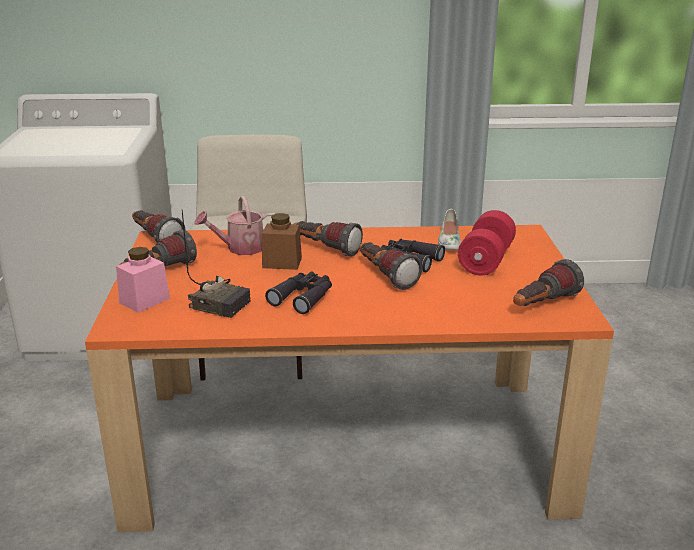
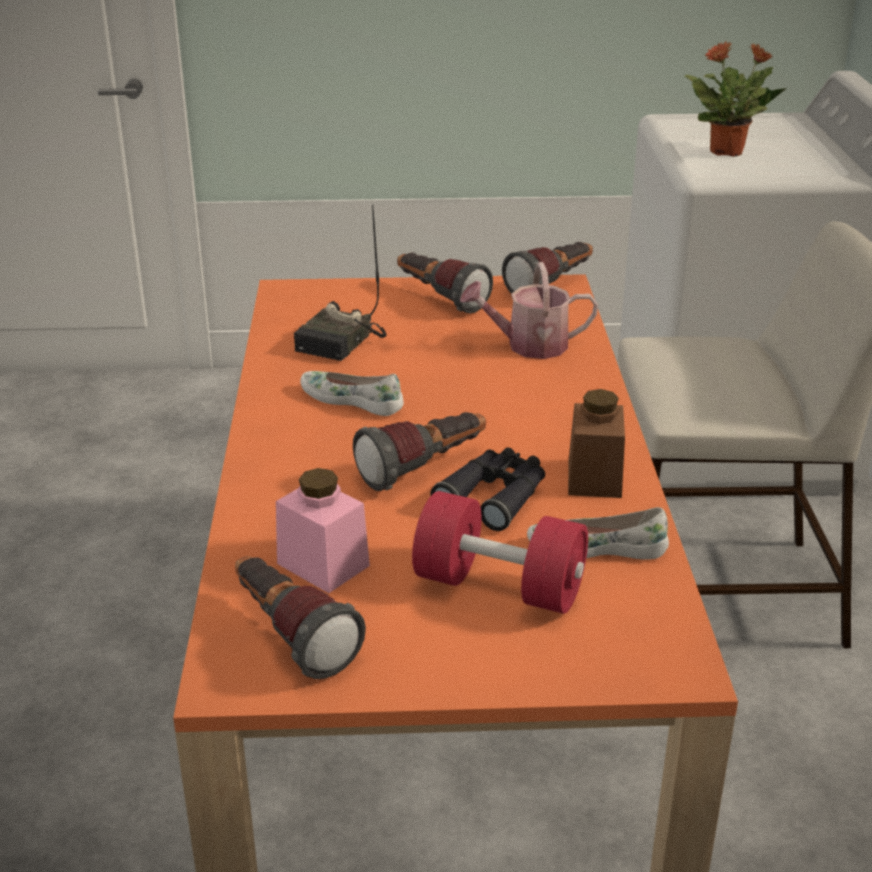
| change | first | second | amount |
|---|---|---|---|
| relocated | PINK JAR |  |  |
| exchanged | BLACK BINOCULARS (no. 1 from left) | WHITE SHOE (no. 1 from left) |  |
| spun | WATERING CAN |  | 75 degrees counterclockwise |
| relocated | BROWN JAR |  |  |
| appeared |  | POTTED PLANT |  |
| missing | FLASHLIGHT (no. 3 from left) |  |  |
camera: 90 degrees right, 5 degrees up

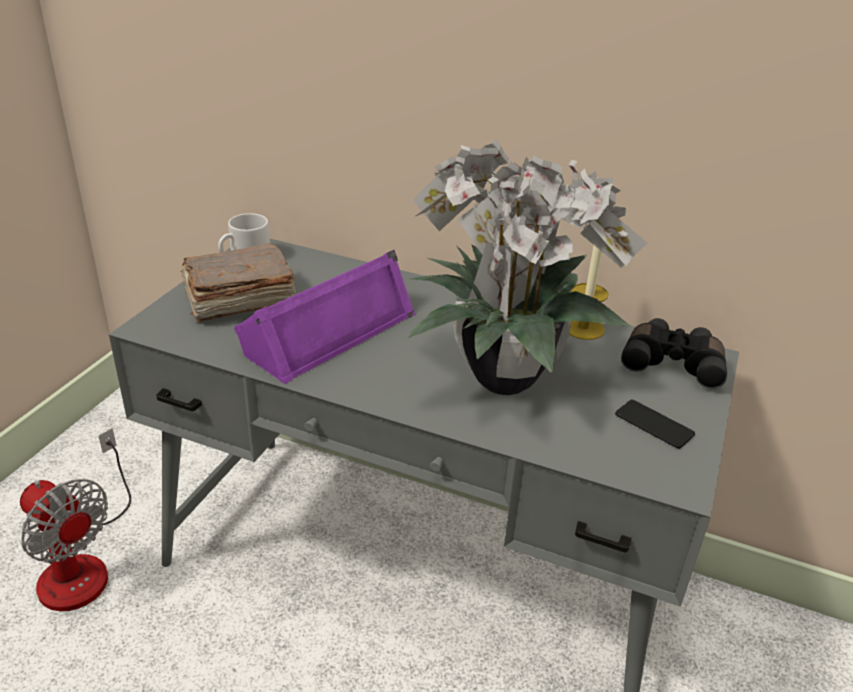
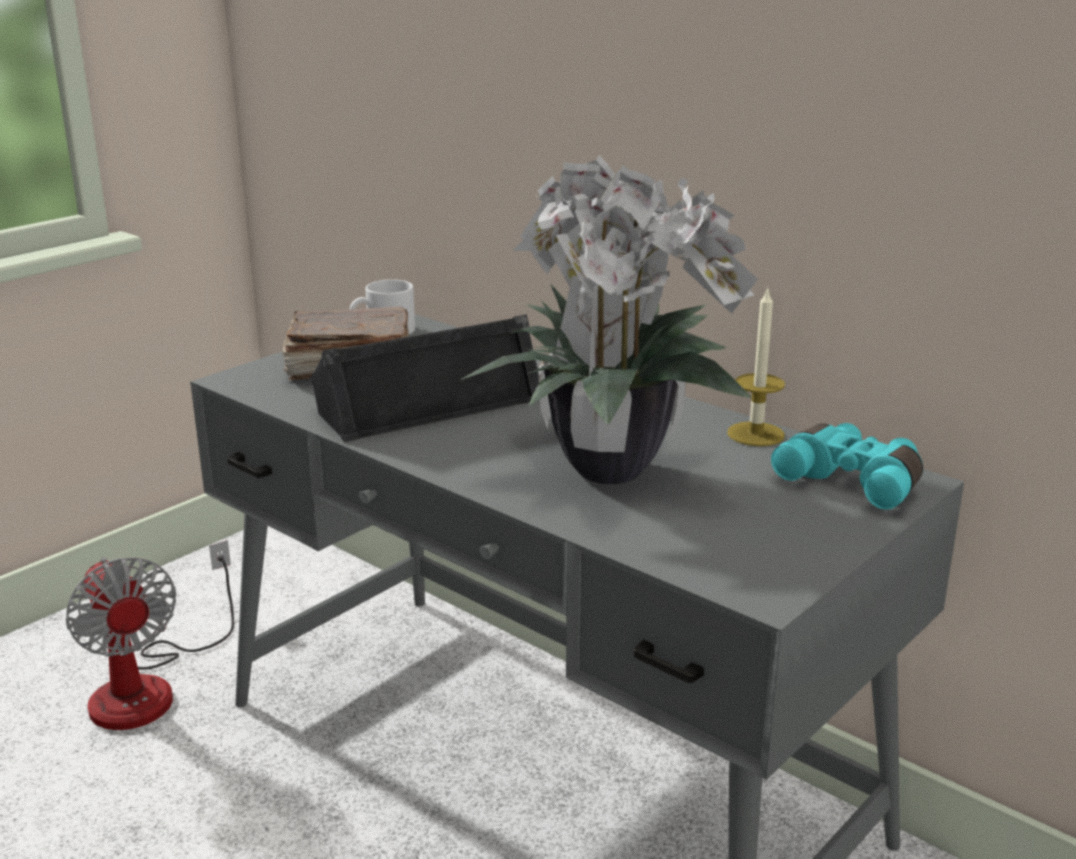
| change | first | second | amount |
|---|---|---|---|
| colour | PURPLE SPEAKER | BLACK SPEAKER |  |
| colour | BLACK BINOCULARS | TURQUOISE BINOCULARS |  |
| missing | PHONE |  |  |
camera: 20 degrees right, 10 degrees down

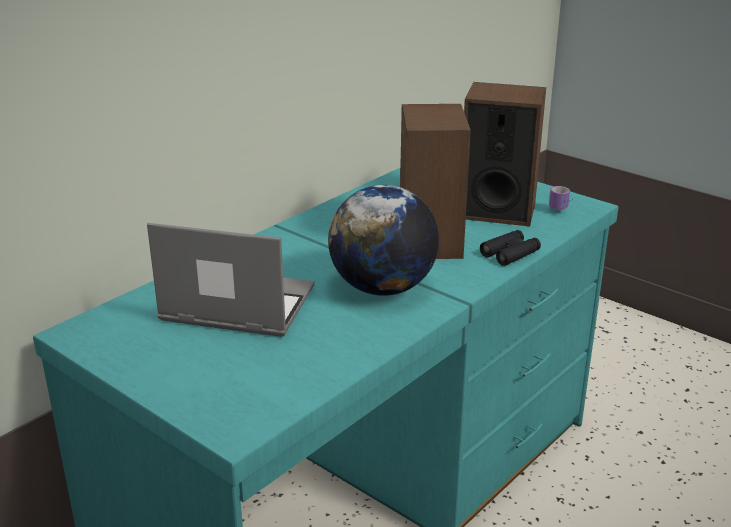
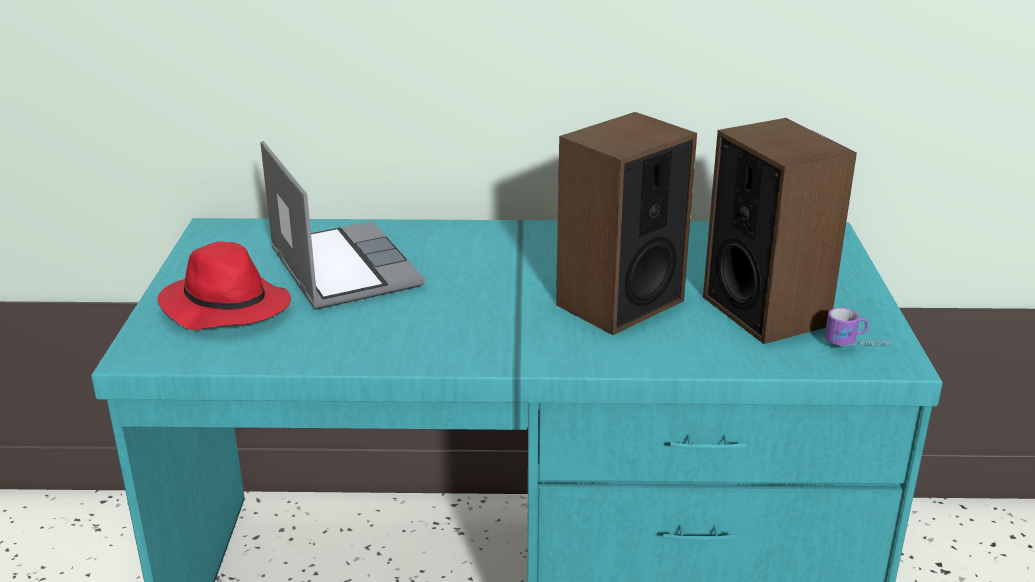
| change | first | second | amount |
|---|---|---|---|
| appeared |  | RED HAT |  |
| missing | GLOBE |  |  |
| missing | BLACK BINOCULARS |  |  |
camera: 50 degrees right, 0 degrees up

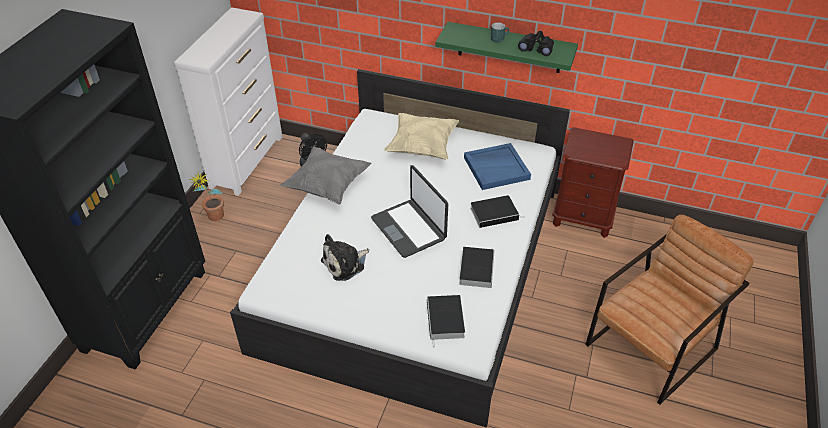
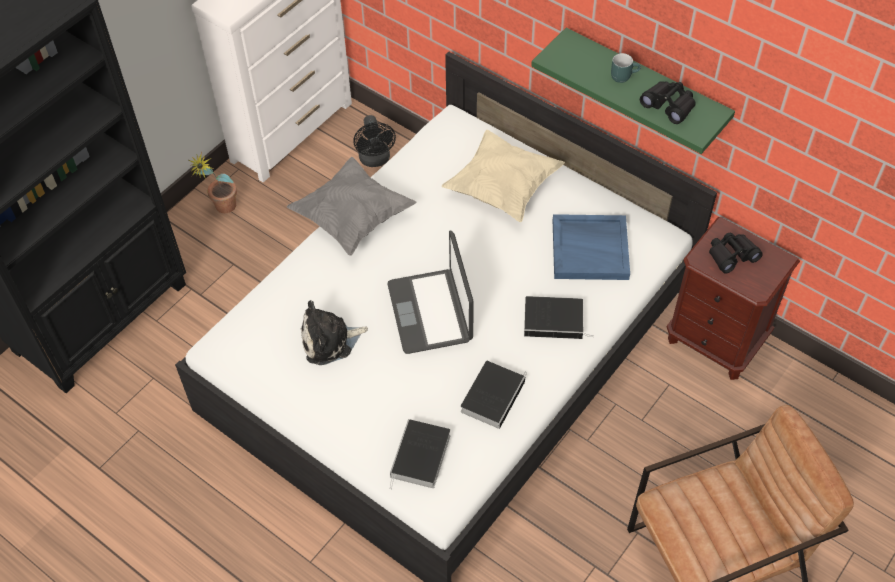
| change | first | second | amount |
|---|---|---|---|
| appeared |  | BLACK BINOCULARS (no. 2 from left) |  |
camera: 20 degrees right, 10 degrees up

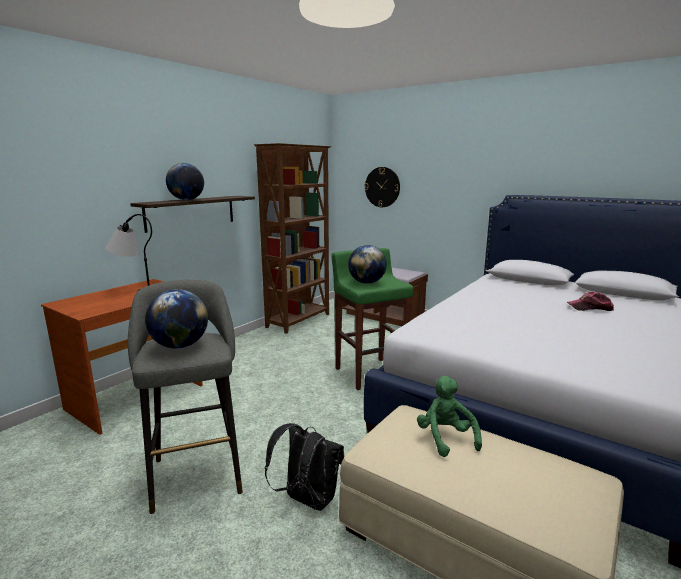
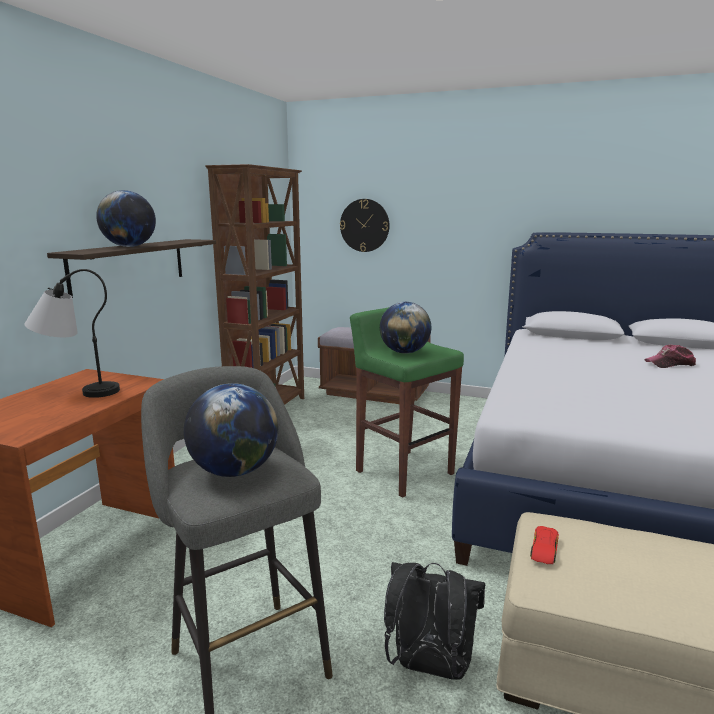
| change | first | second | amount |
|---|---|---|---|
| appeared |  | RED TOY CAR |  |
| missing | GREEN PLUSH TOY |  |  |
camera: 15 degrees left, 0 degrees up

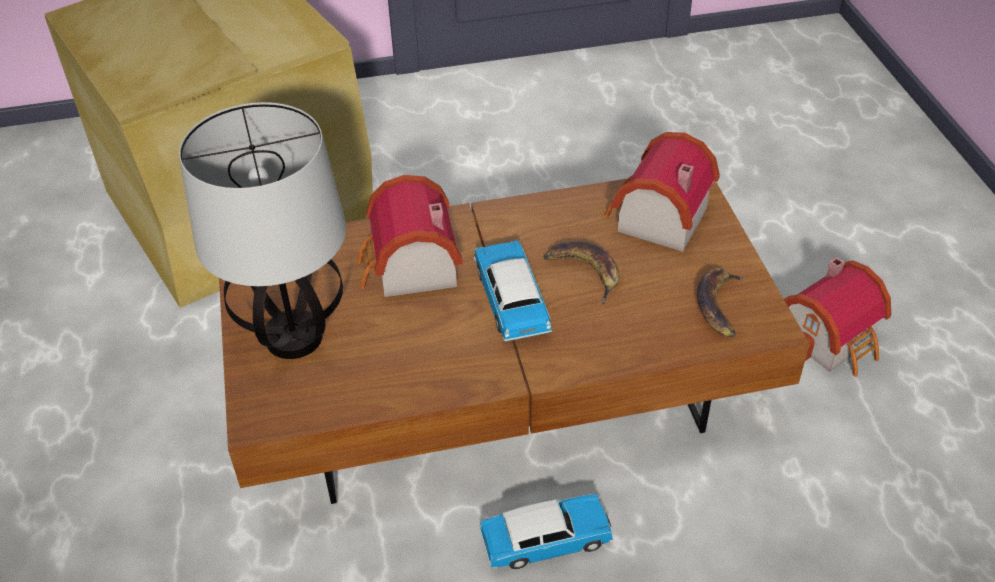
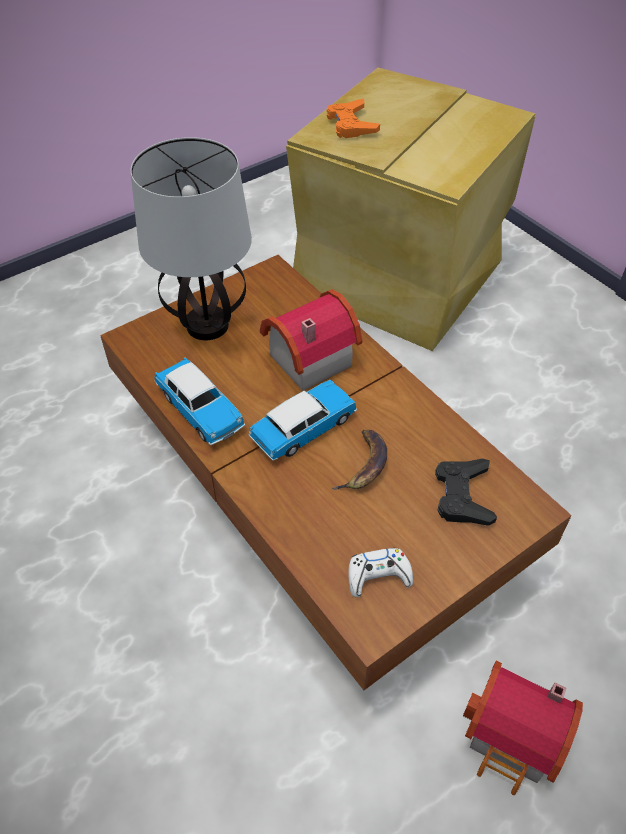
| change | first | second | amount |
|---|---|---|---|
| relocated | TOY CAR (no. 2 from left in the first image) | TOY CAR (no. 1 from left) |  |
| appeared |  | ORANGE GAME CONTROLLER |  |
| exchanged | BANANA (no. 2 from left) | WHITE GAME CONTROLLER |  |
| exchanged | TOY HOUSE (no. 2 from left) | BLACK GAME CONTROLLER |  |
camera: 65 degrees right, 5 degrees up

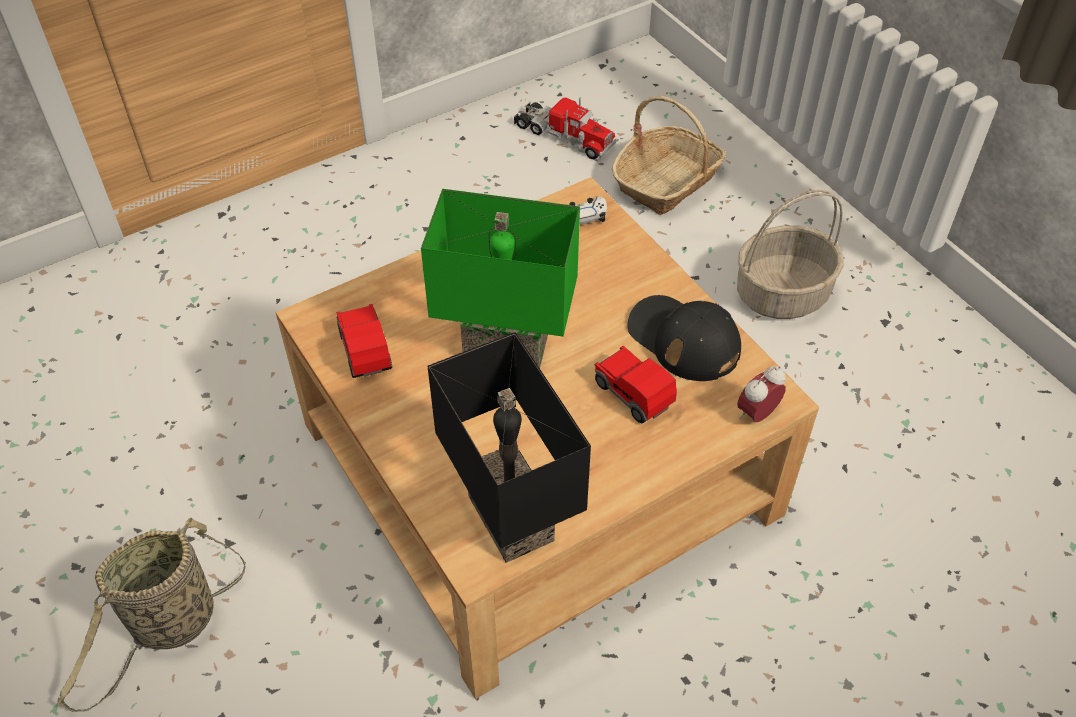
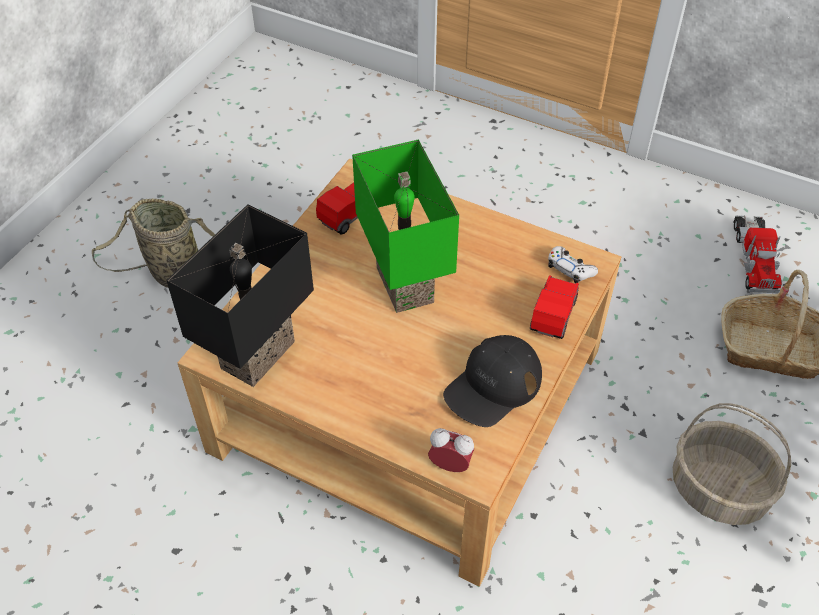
| change | first | second | amount |
|---|---|---|---|
| spun | BLACK CAP |  | 150 degrees counterclockwise |
| relocated | TOY CAR (no. 2 from left) |  |  |
camera: 60 degrees right, 0 degrees up

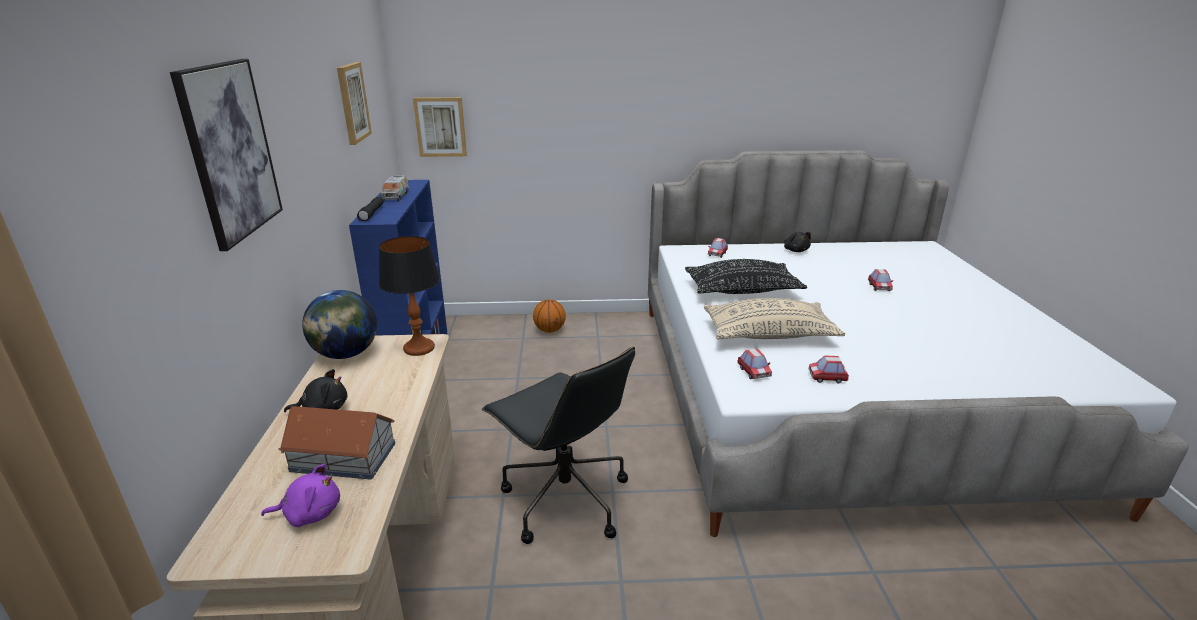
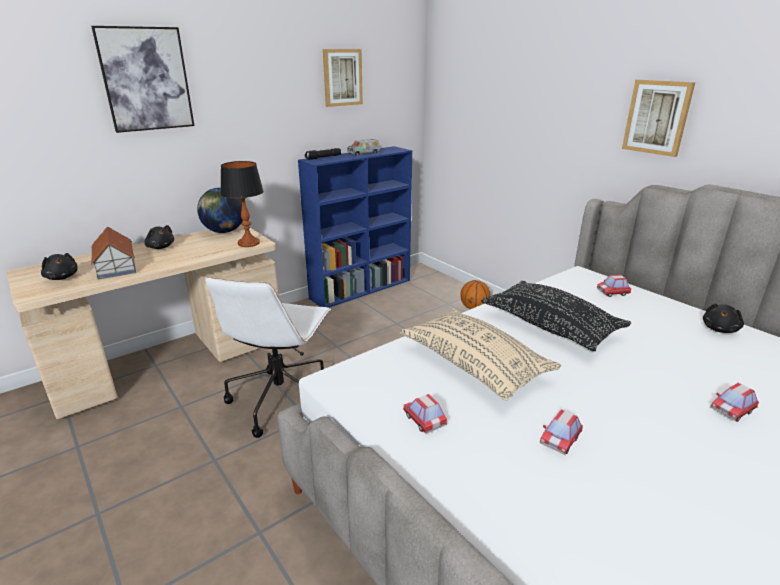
| change | first | second | amount |
|---|---|---|---|
| colour | PURPLE PLUSH TOY | BLACK PLUSH TOY (no. 1 from left) |  |
| colour | BLACK OFFICE CHAIR | WHITE OFFICE CHAIR |  |
| relocated | TOY CAR (no. 2 from left) |  |  |
| relocated | PICTURE (no. 3 from left) |  |  |
camera: 55 degrees right, 0 degrees up

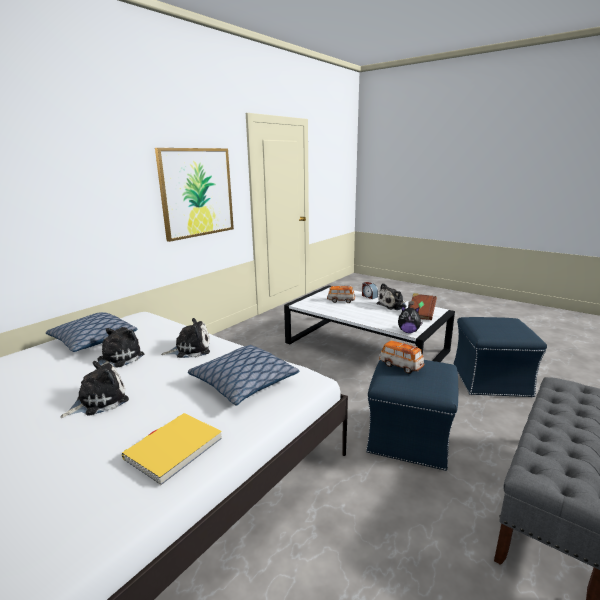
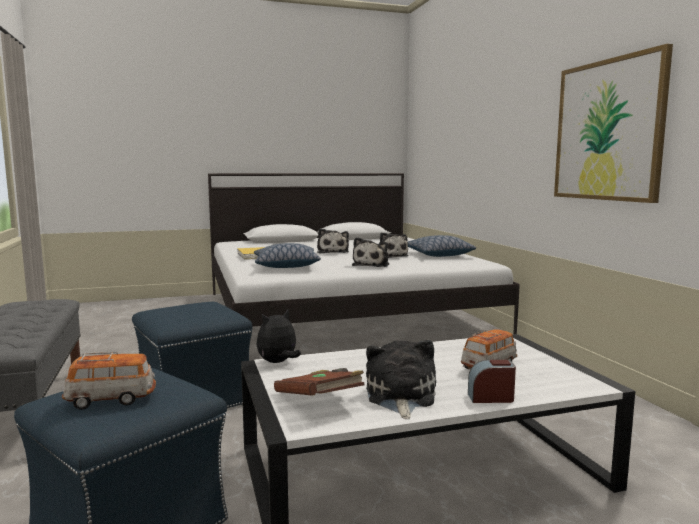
| change | first | second | amount |
|---|---|---|---|
| relocated | TOY CAR (no. 2 from left in the first image) | TOY CAR (no. 1 from left) |  |
camera: 125 degrees right, 10 degrees down

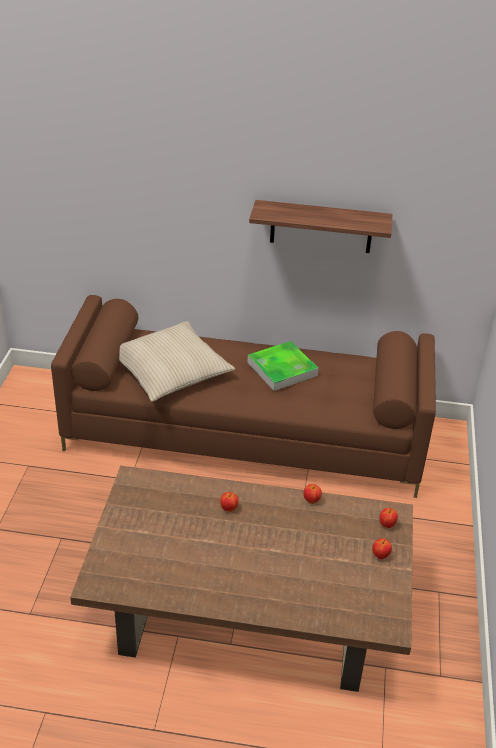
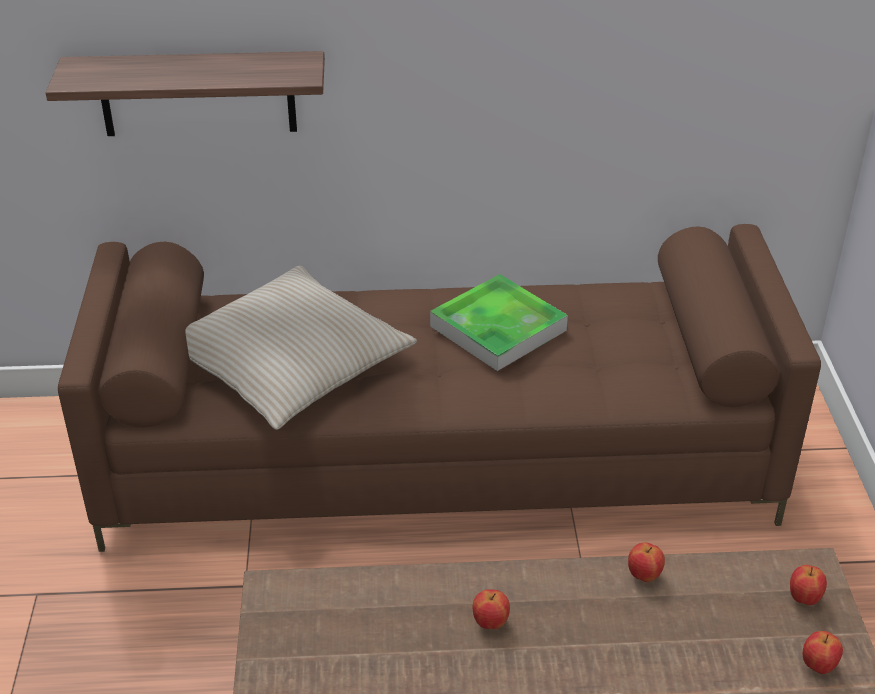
| change | first | second | amount |
|---|---|---|---|
| relocated | SHELF |  |  |
camera: 10 degrees left, 0 degrees up

